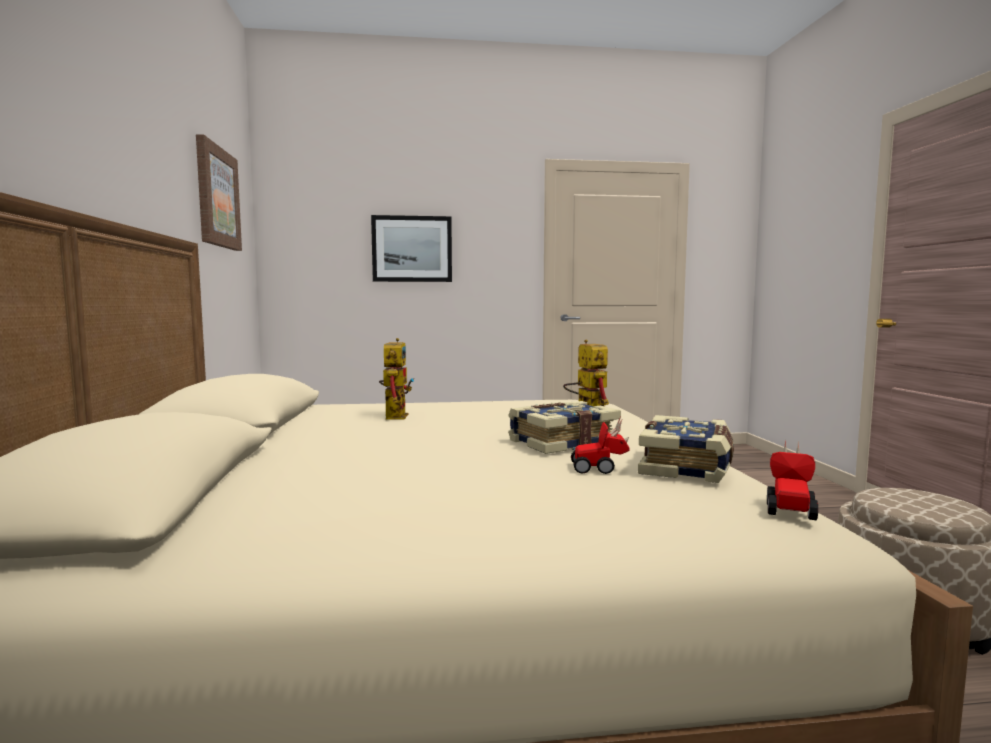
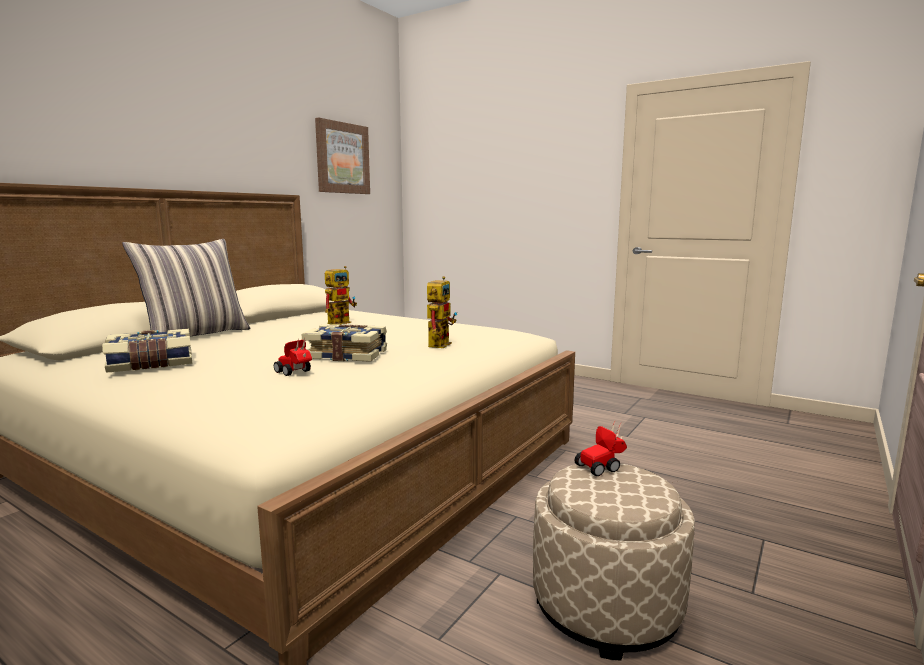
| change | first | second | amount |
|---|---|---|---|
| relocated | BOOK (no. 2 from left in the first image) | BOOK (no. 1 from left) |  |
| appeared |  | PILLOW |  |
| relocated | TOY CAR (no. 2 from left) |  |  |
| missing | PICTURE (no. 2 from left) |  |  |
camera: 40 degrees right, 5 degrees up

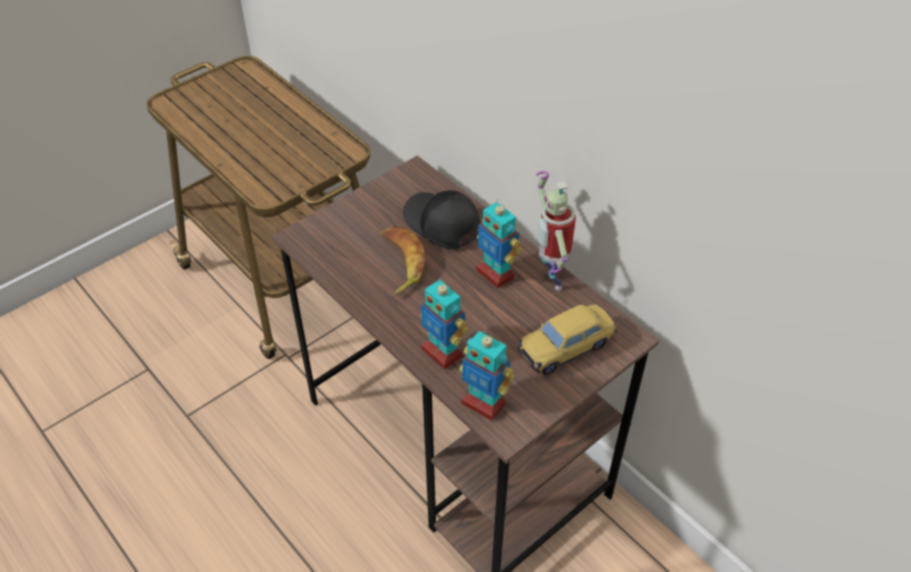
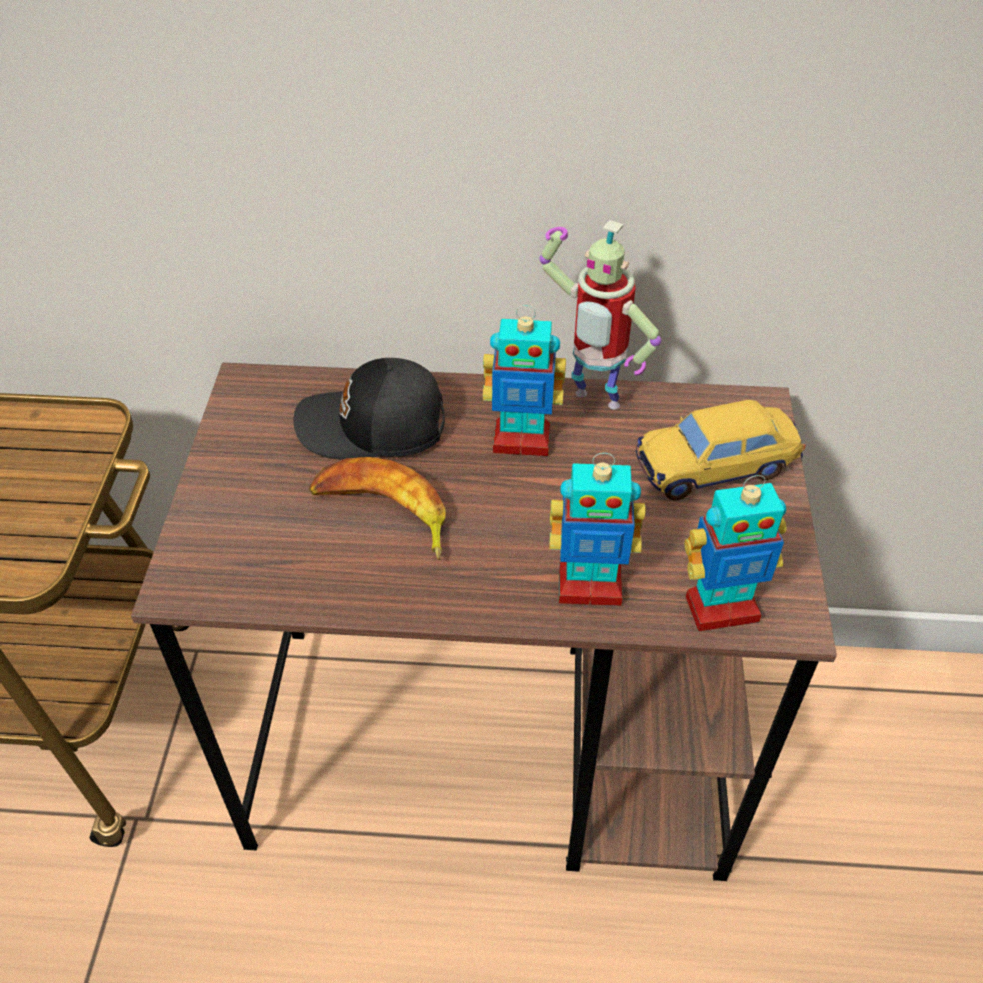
| change | first | second | amount |
|---|---|---|---|
| spun | TOY CAR |  | 60 degrees clockwise |
camera: 45 degrees left, 0 degrees up

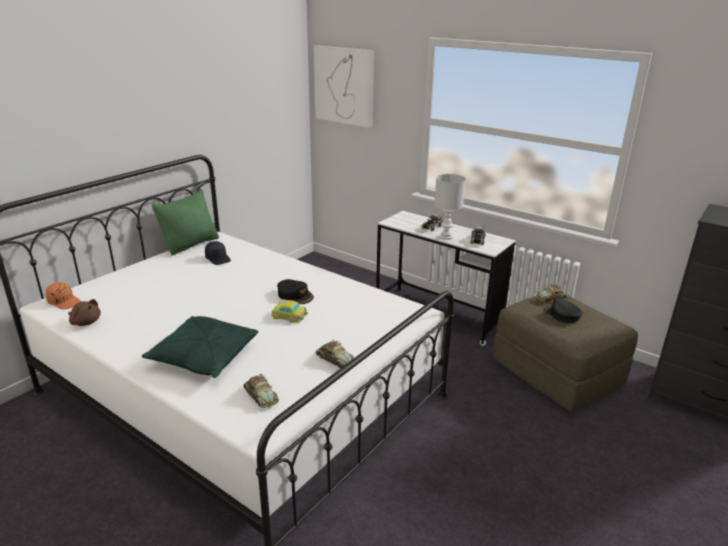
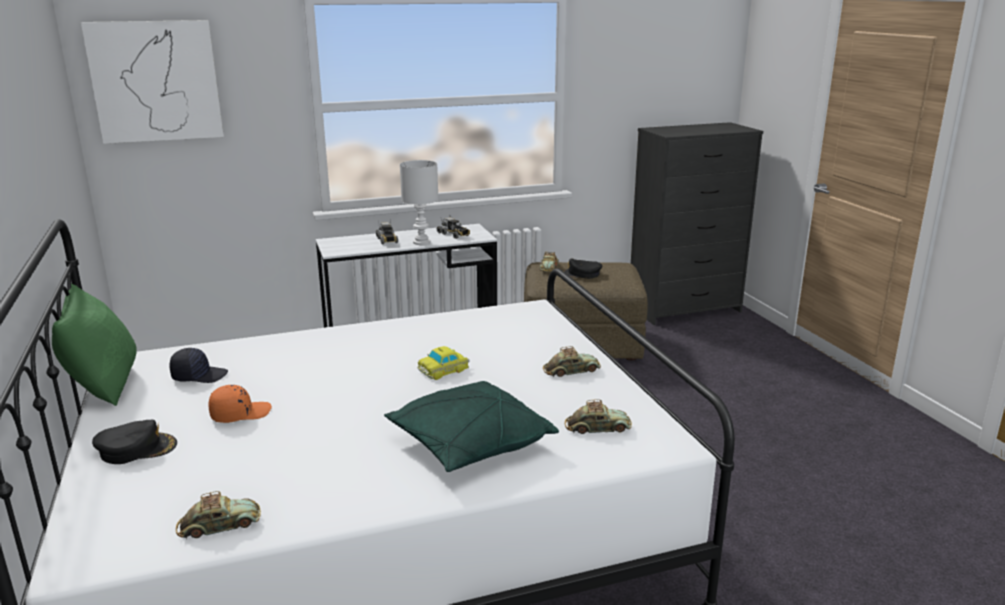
| change | first | second | amount |
|---|---|---|---|
| relocated | BLACK CAP (no. 2 from left in the first image) | BLACK CAP (no. 1 from left) |  |
| exchanged | BROWN PLUSH TOY | TOY CAR (no. 1 from left) |  |
| relocated | ORANGE CAP |  |  |
camera: 55 degrees left, 5 degrees down

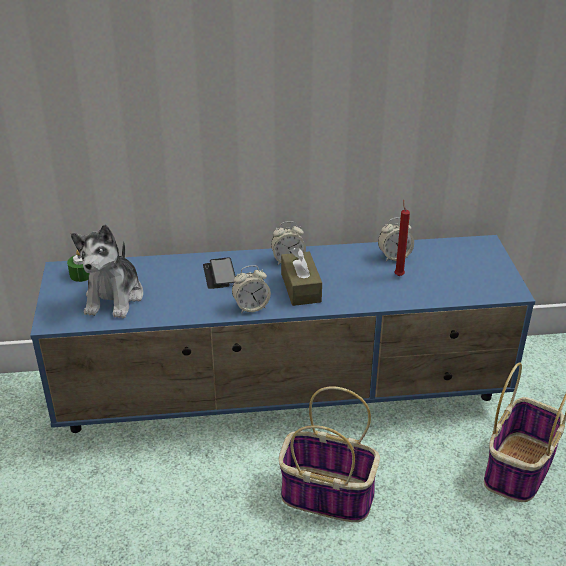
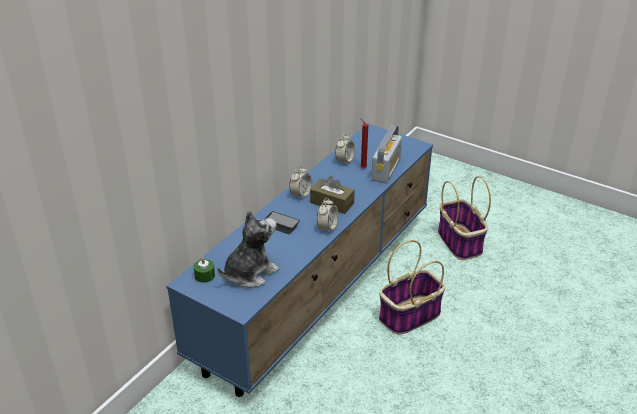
| change | first | second | amount |
|---|---|---|---|
| spun | PLUSH TOY |  | 90 degrees counterclockwise |
| appeared |  | RADIO |  |
camera: 50 degrees left, 0 degrees up

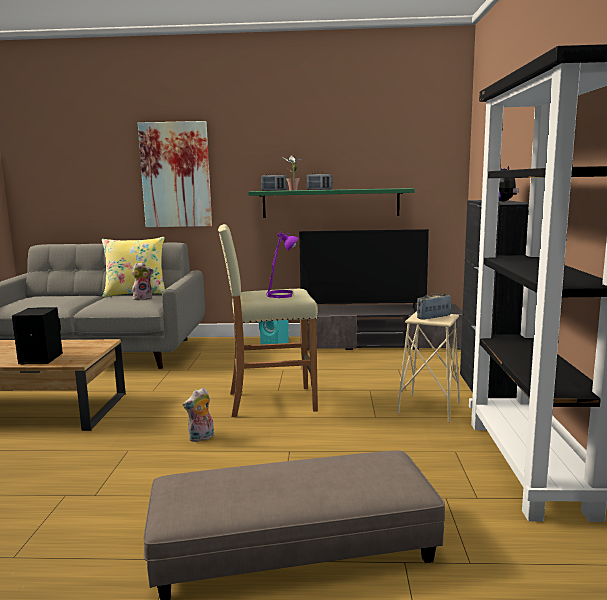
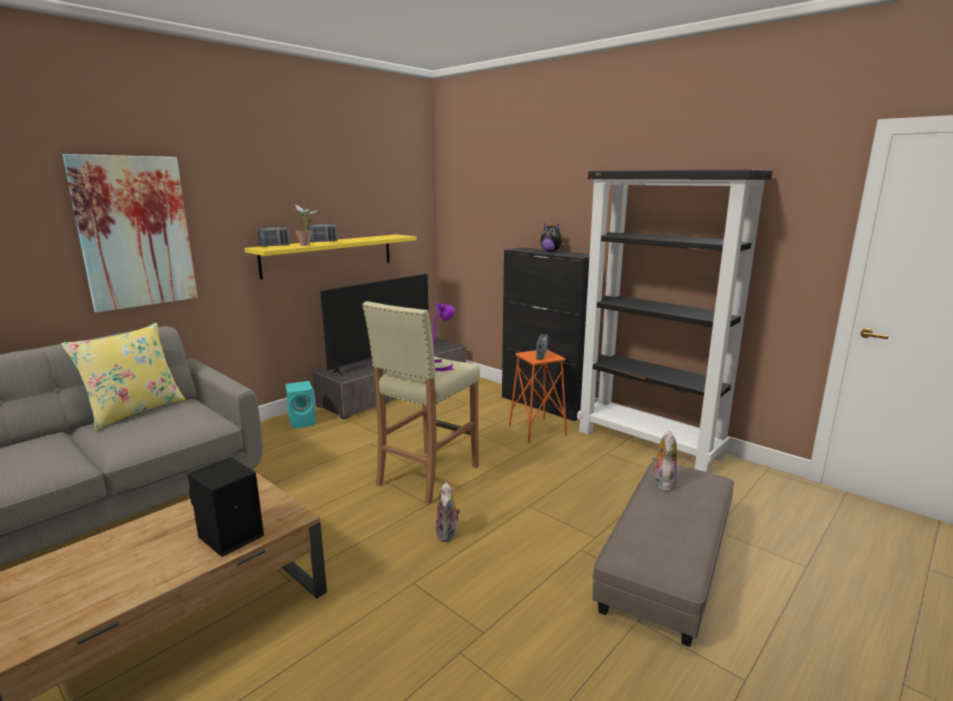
| change | first | second | amount |
|---|---|---|---|
| colour | GREEN SHELF | YELLOW SHELF |  |
| colour | BEIGE STOOL (no. 2 from left) | ORANGE STOOL |  |
| relocated | PLUSH TOY (no. 1 from left in the first image) | PLUSH TOY (no. 3 from left) |  |
camera: 50 degrees left, 5 degrees up

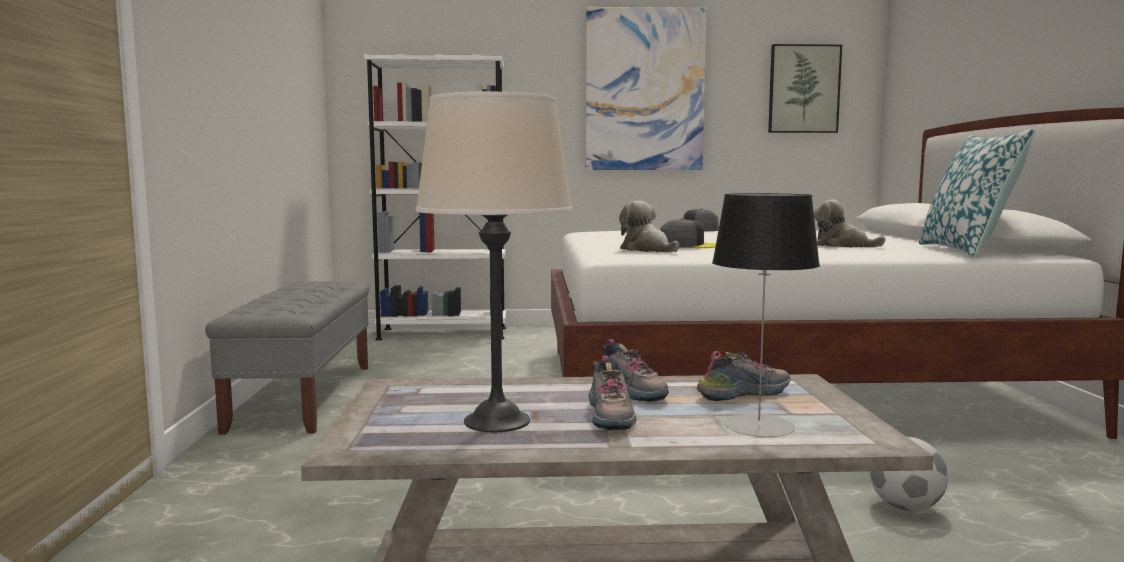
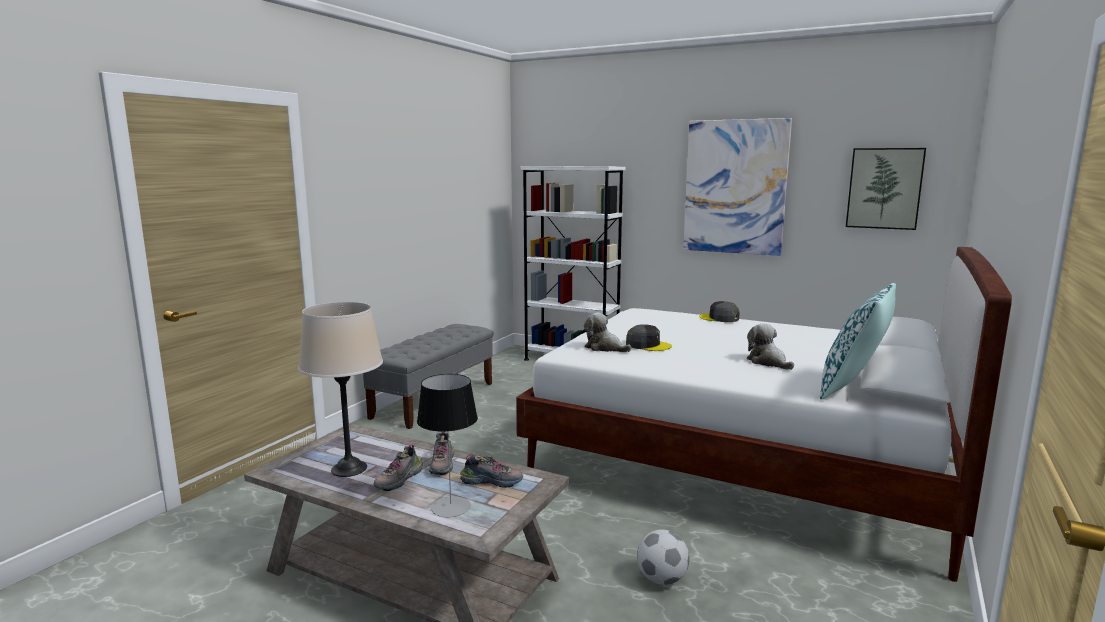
| change | first | second | amount |
|---|---|---|---|
| spun | PLUSH TOY (no. 1 from left) |  | 45 degrees counterclockwise |
camera: 30 degrees right, 5 degrees up

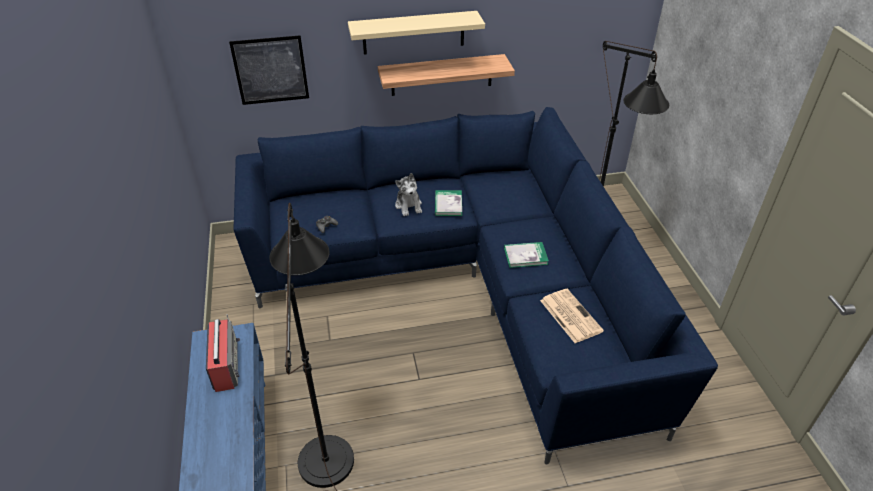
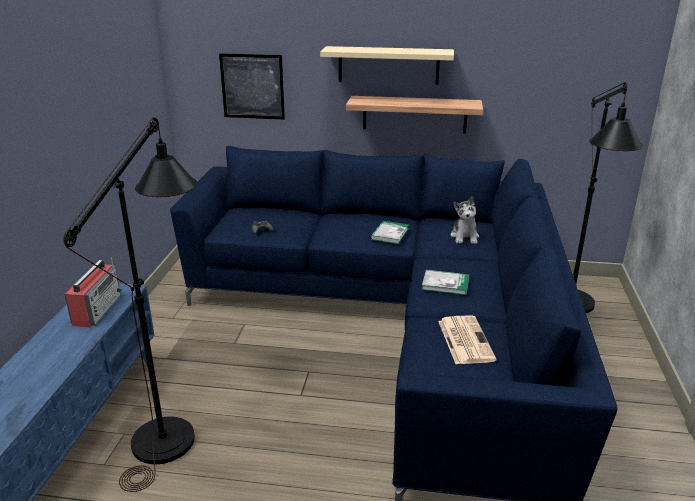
| change | first | second | amount |
|---|---|---|---|
| relocated | PLUSH TOY |  |  |
camera: 20 degrees right, 15 degrees down

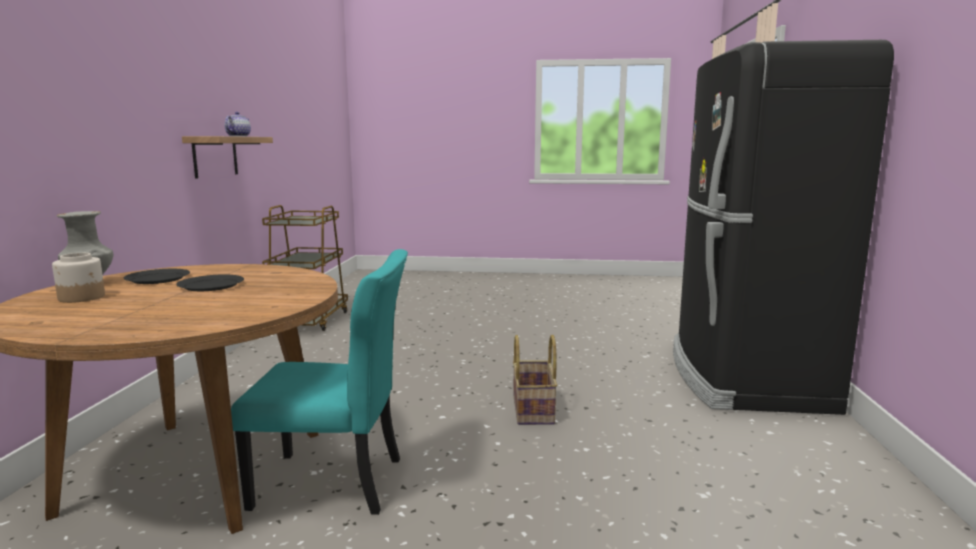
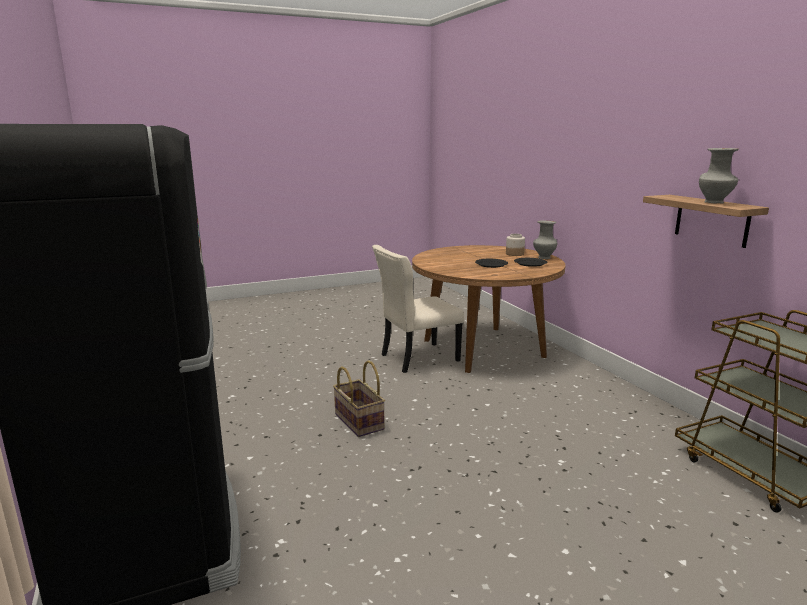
| change | first | second | amount |
|---|---|---|---|
| colour | TURQUOISE CHAIR | BEIGE CHAIR |  |
| exchanged | TEAPOT | GREY VASE (no. 2 from left) |  |
camera: 150 degrees right, 5 degrees up

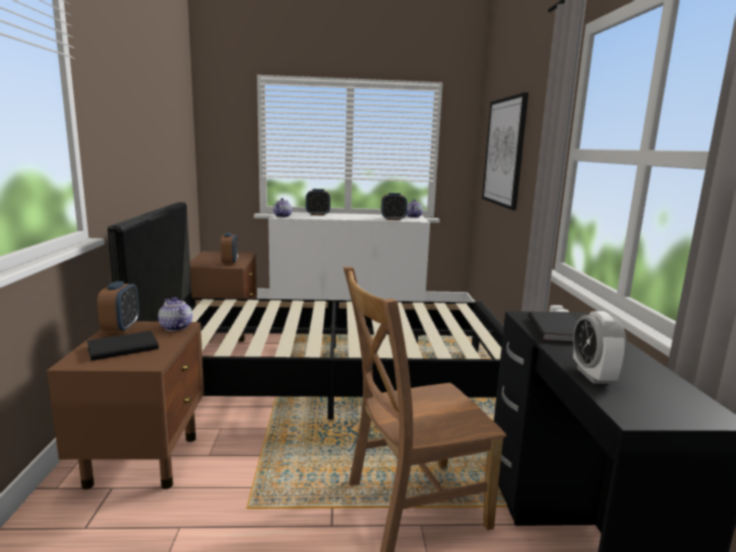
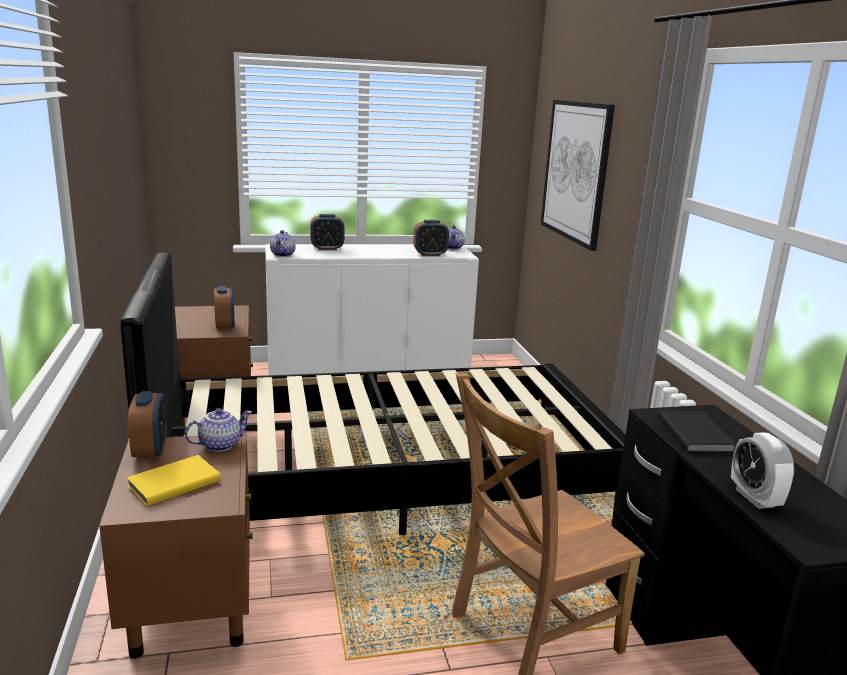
| change | first | second | amount |
|---|---|---|---|
| colour | BLACK BOOK (no. 1 from left) | YELLOW BOOK |  |
| spun | TEAPOT (no. 1 from left) |  | 105 degrees clockwise |
camera: 10 degrees left, 5 degrees up

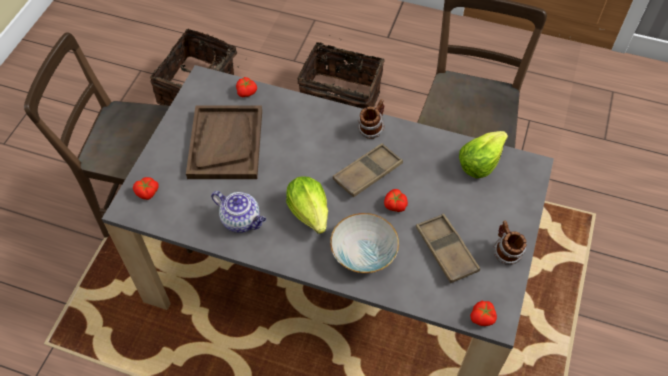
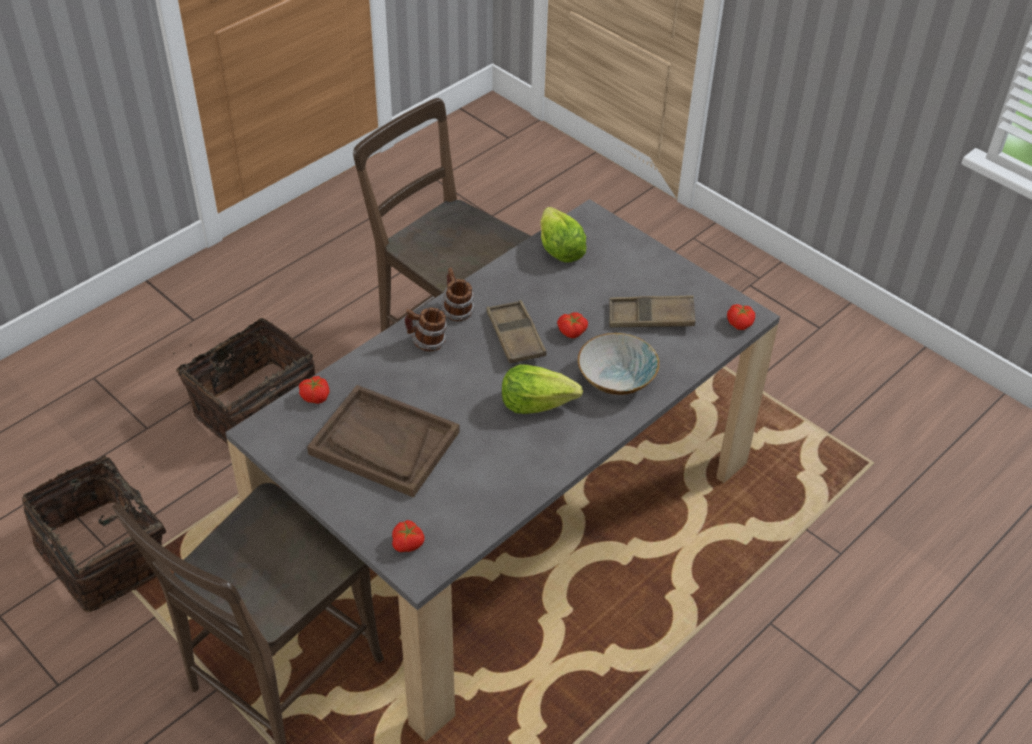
| change | first | second | amount |
|---|---|---|---|
| relocated | MUG (no. 2 from left in the first image) | MUG (no. 1 from left) |  |
| missing | TEAPOT |  |  |
camera: 65 degrees left, 10 degrees down

